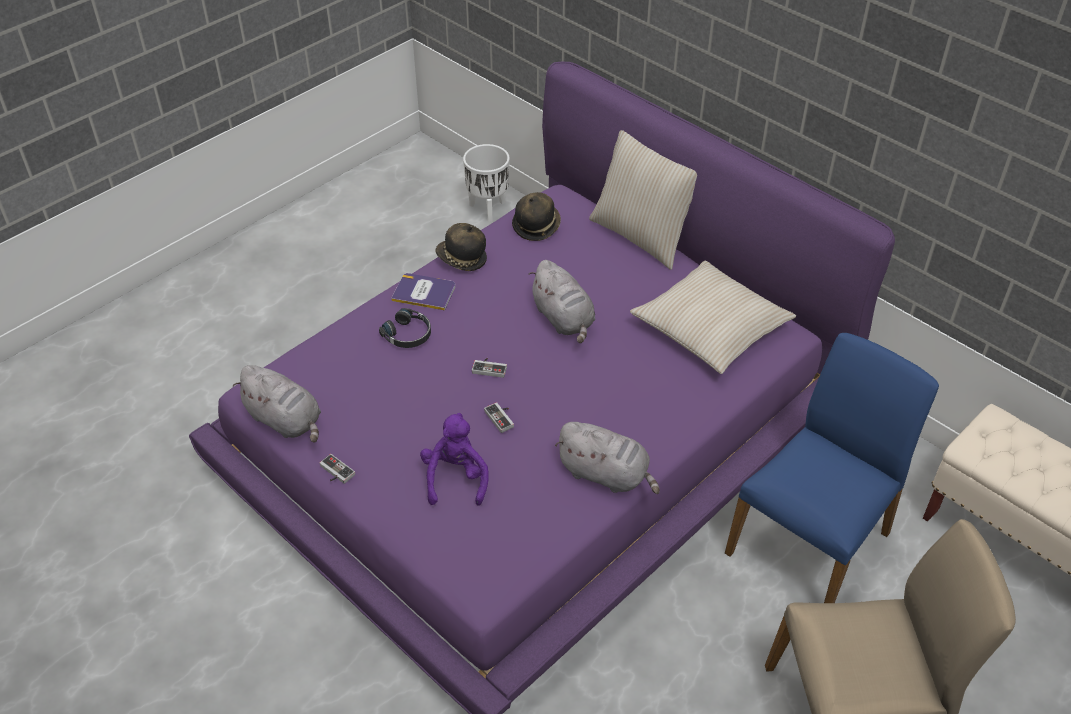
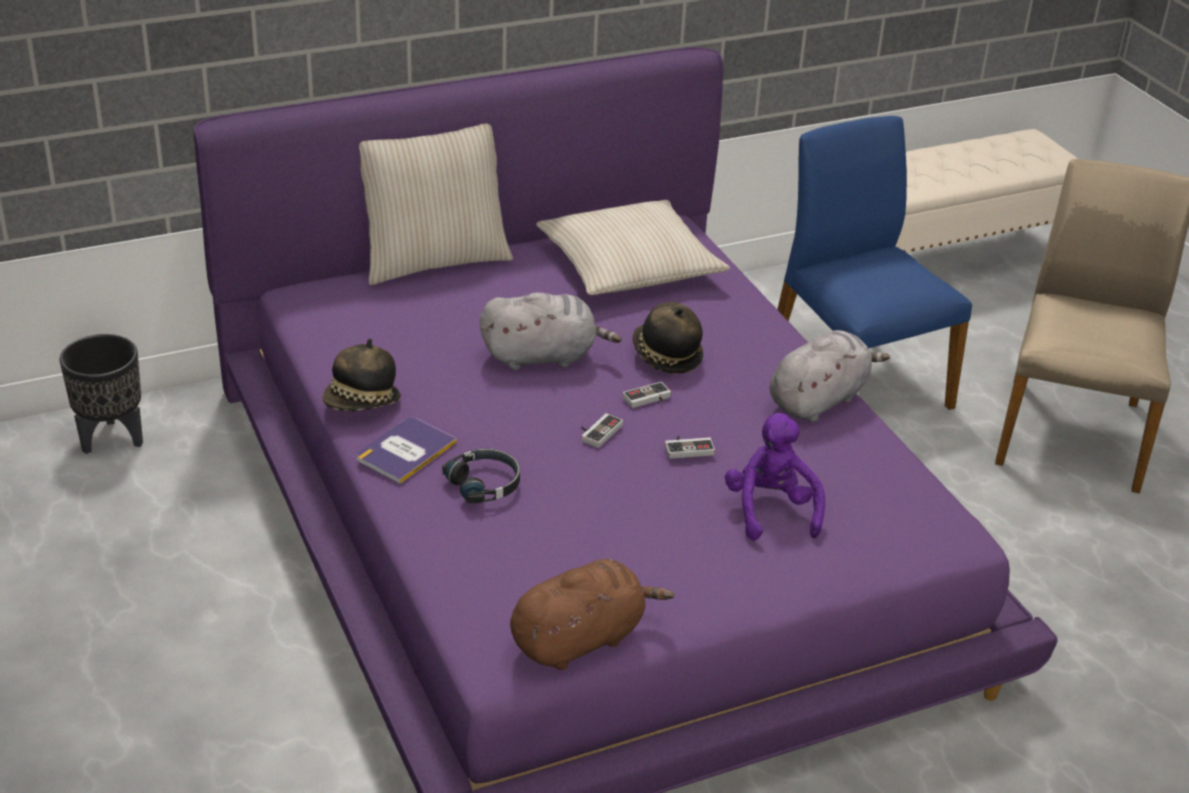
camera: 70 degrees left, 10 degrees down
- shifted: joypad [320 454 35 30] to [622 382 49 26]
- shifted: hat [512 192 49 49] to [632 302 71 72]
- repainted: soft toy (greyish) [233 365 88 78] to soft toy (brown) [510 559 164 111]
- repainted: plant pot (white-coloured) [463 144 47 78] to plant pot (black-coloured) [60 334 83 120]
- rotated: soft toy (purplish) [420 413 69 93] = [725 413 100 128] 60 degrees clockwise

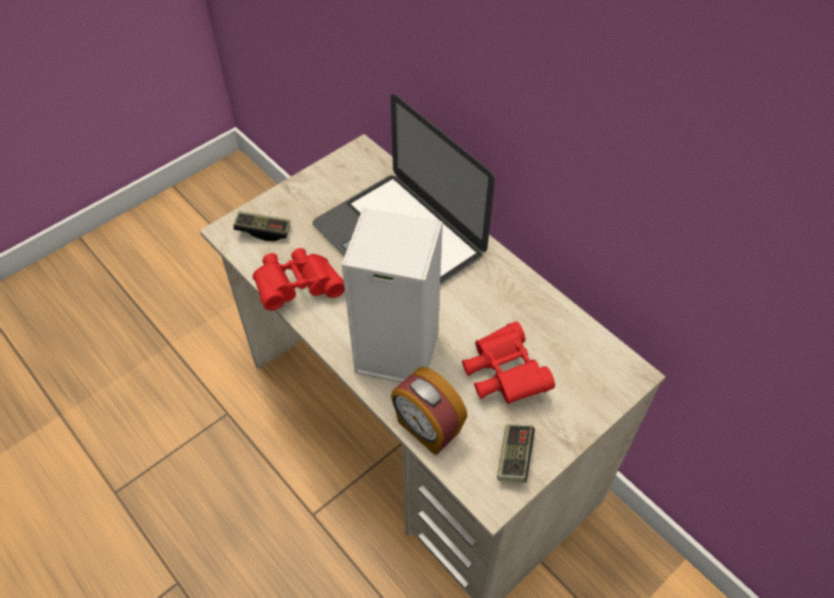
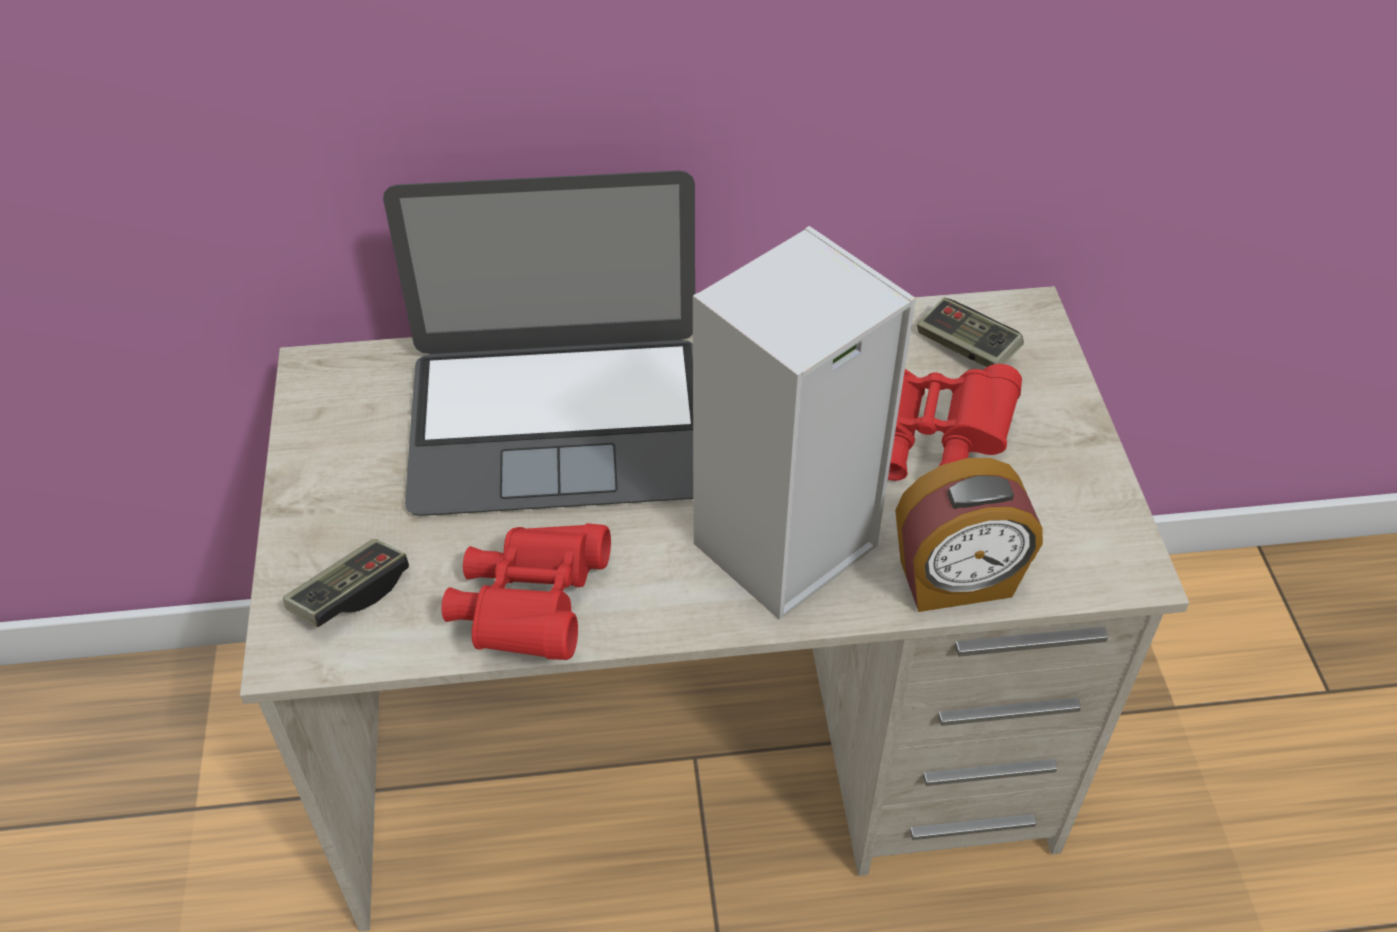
camera: 55 degrees left, 5 degrees down
- shifted: joypad [497 424 38 59] to [917 298 107 69]

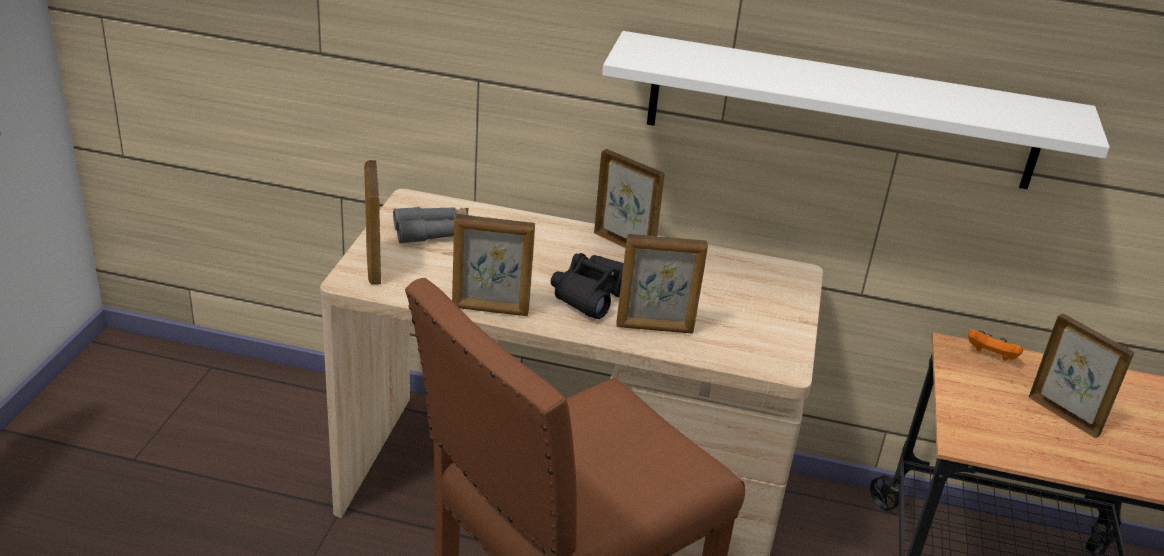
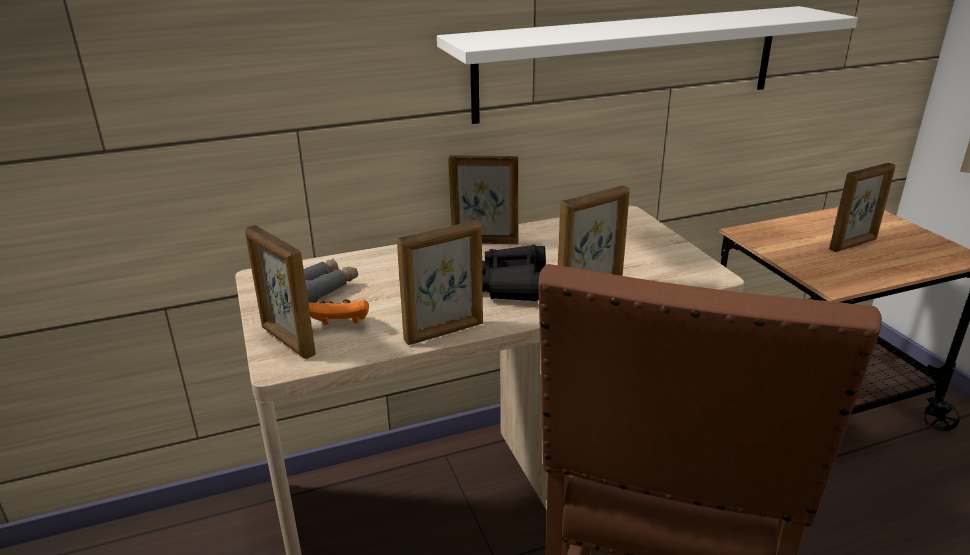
camera: 30 degrees left, 5 degrees down
- shifted: joypad (orangey) [968 329 55 32] to [309 299 60 26]
- rotated: standing frame [1029 313 105 126] = [829 163 66 89] 135 degrees clockwise

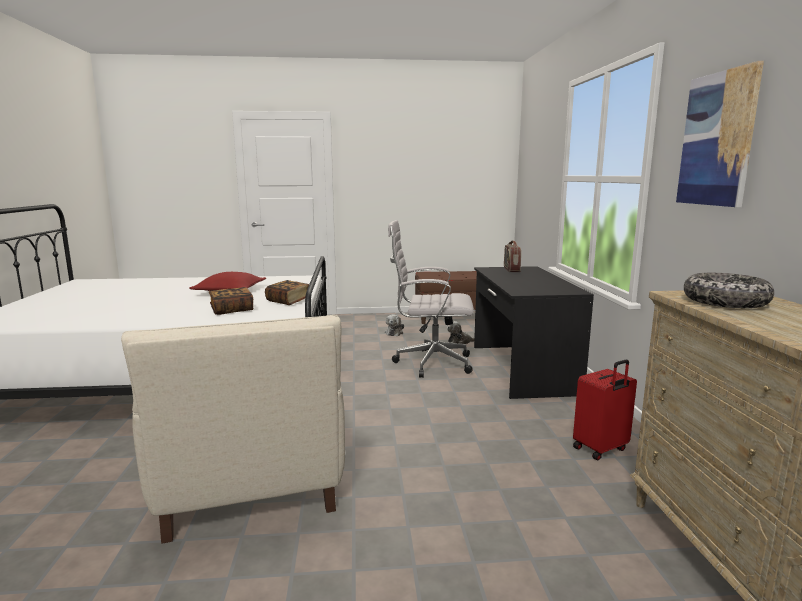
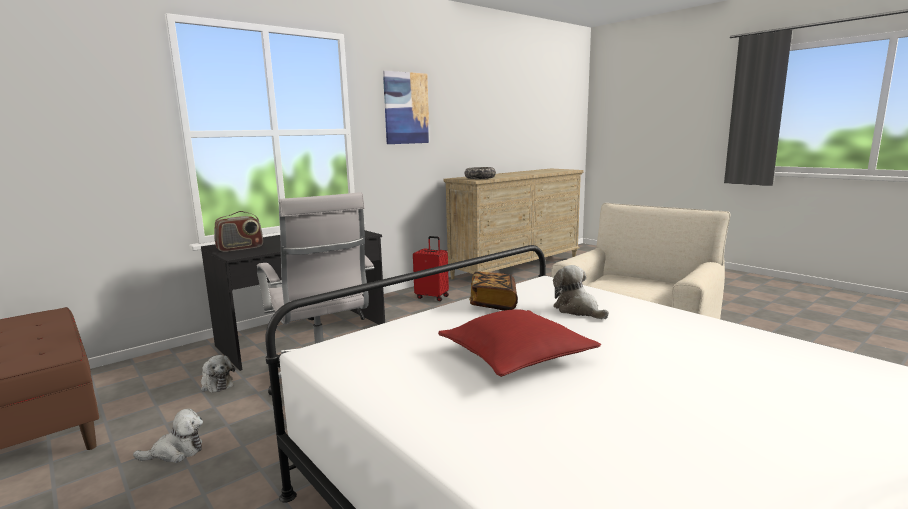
camera: 125 degrees left, 0 degrees up
- swapped: bound book [209 287 44 28] to soft toy [553 265 56 54]

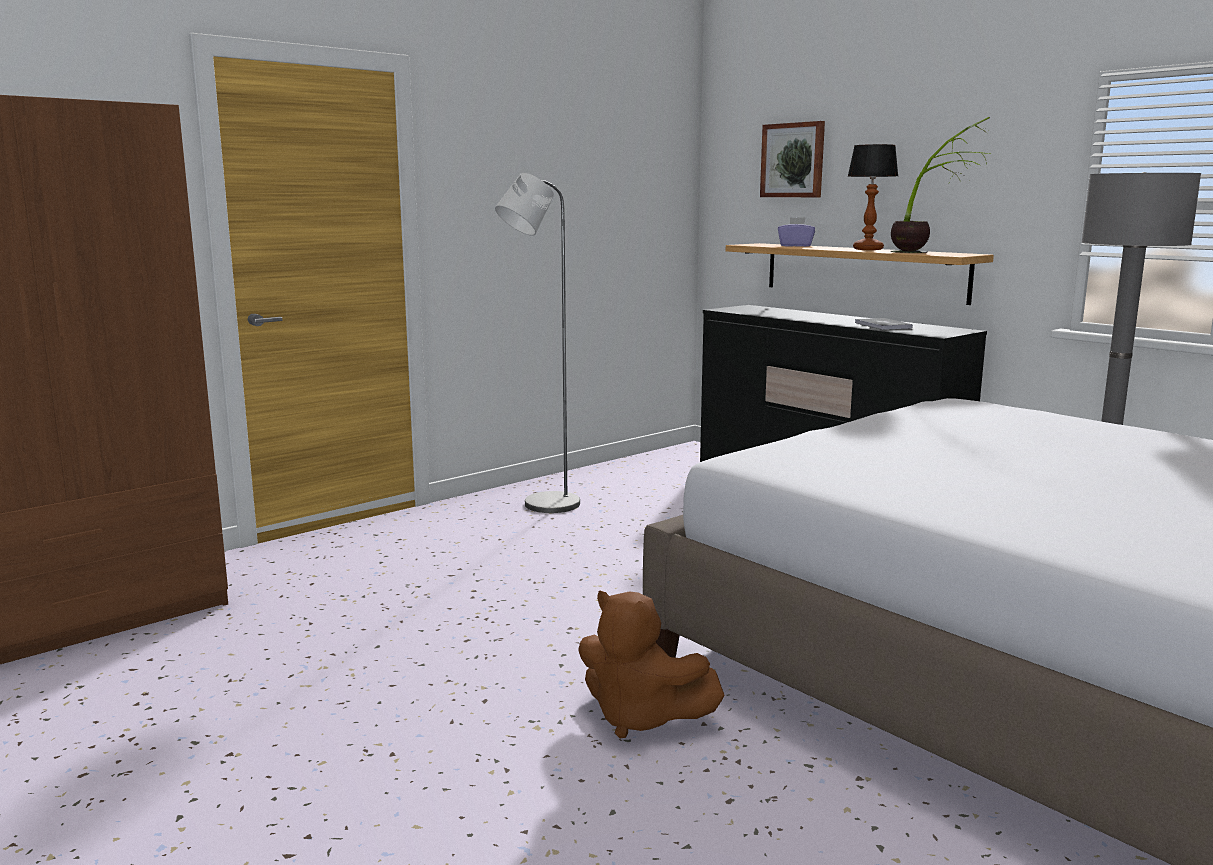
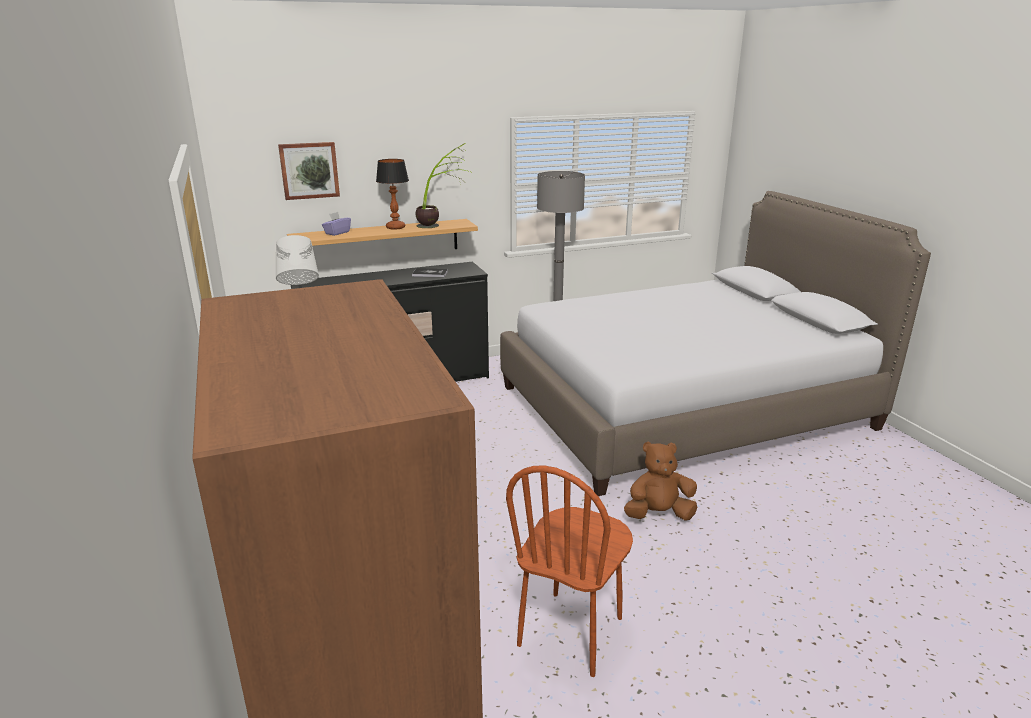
camera: 70 degrees left, 10 degrees up
- new: upright chair (brown) [506 465 127 212]
- rotated: soft toy (brown) [578 590 147 148] = [624 441 73 80] 150 degrees counterclockwise

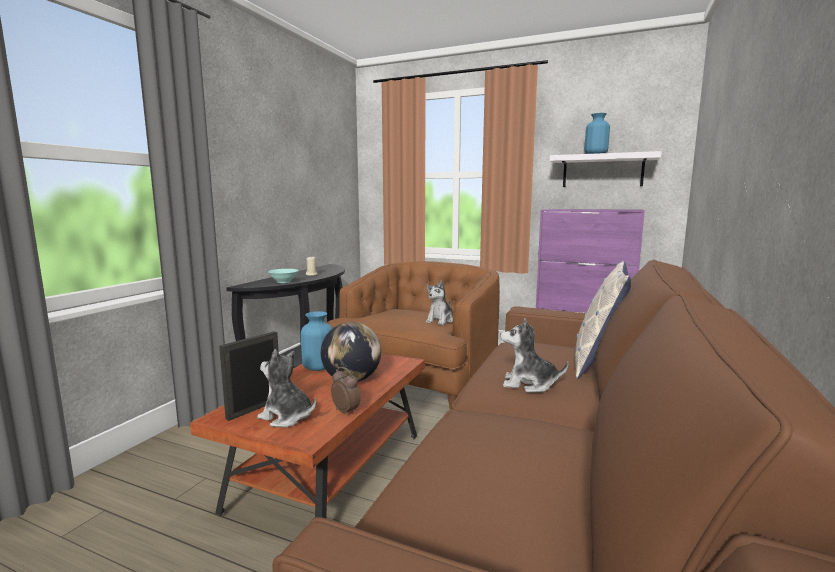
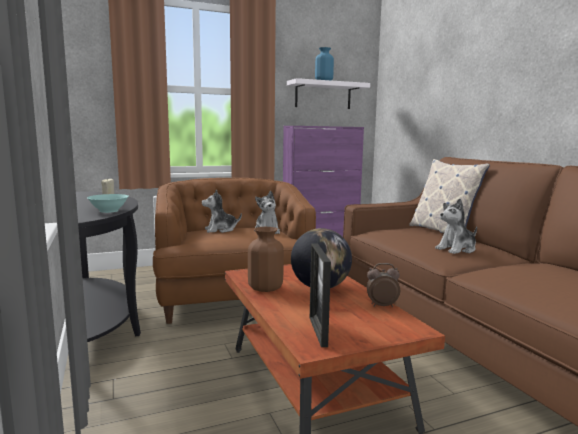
camera: 45 degrees left, 0 degrees up
- shifted: soft toy [257 349 59 79] to [202 190 40 43]
- repainted: vase (blue-coloured) [301 311 32 60] to vase (brown) [248 227 36 65]

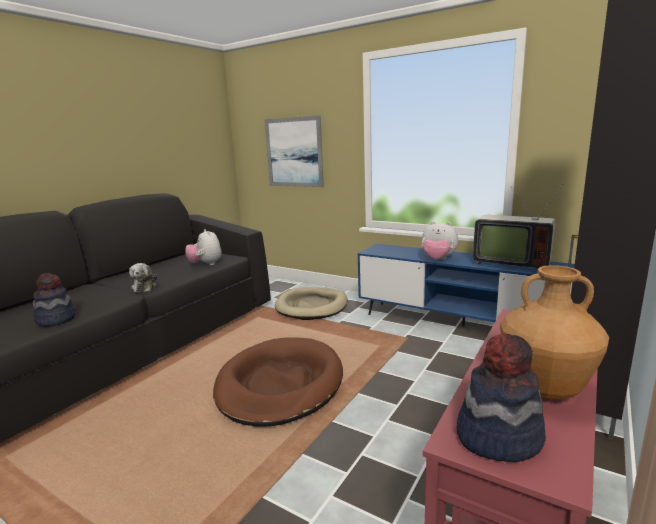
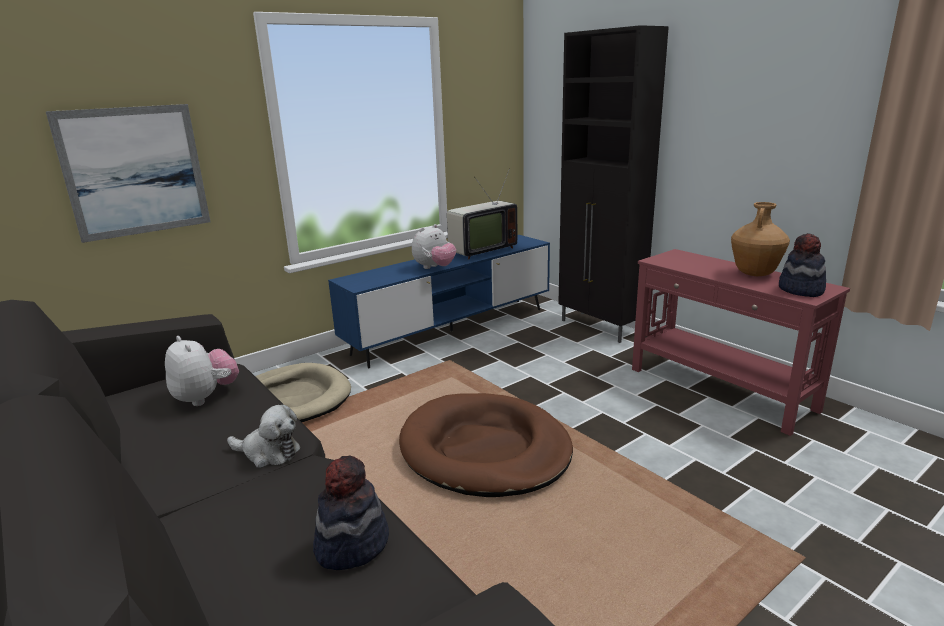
camera: 70 degrees left, 5 degrees up
- rotated: soft toy [185 229 37 36] = [165 336 74 70] 120 degrees counterclockwise

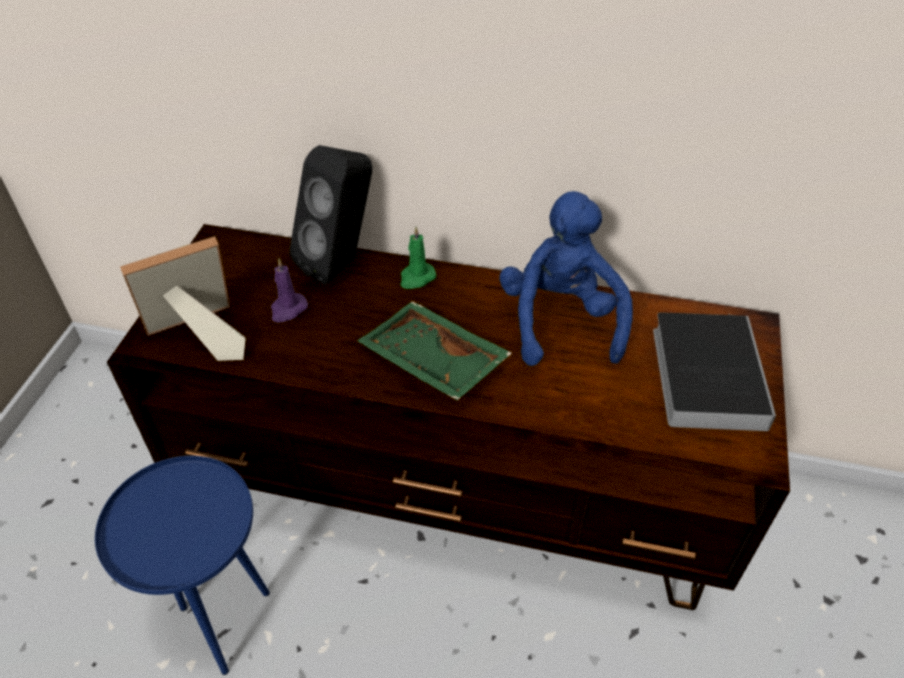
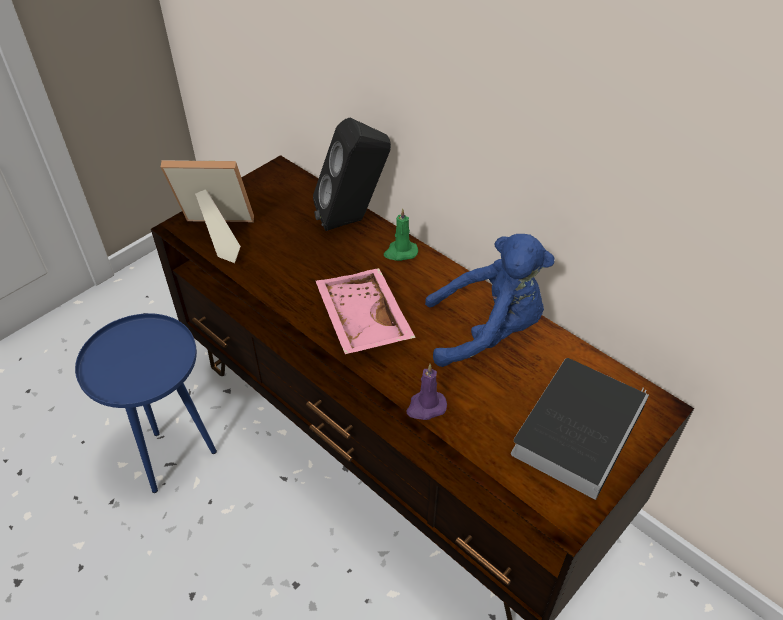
camera: 30 degrees right, 0 degrees up
- shifted: wax candle (purplish) [271 258 37 65] to [406 364 41 56]
- repainted: tray (green) [357 301 155 99] to tray (pink-coloured) [316 268 100 86]
- rotated: soft toy (blue-coloured) [499 191 134 175] = [425 234 129 133] 60 degrees clockwise

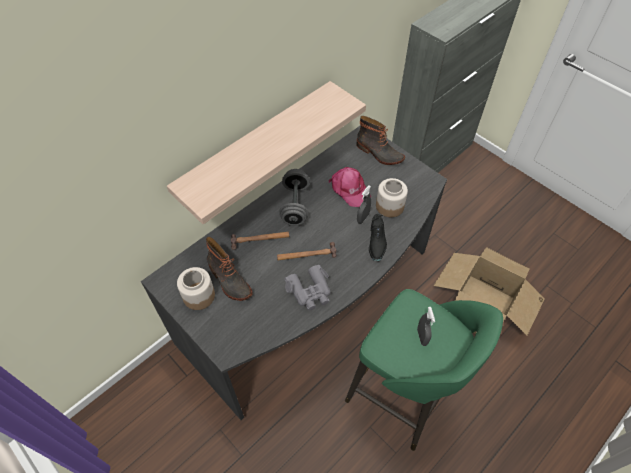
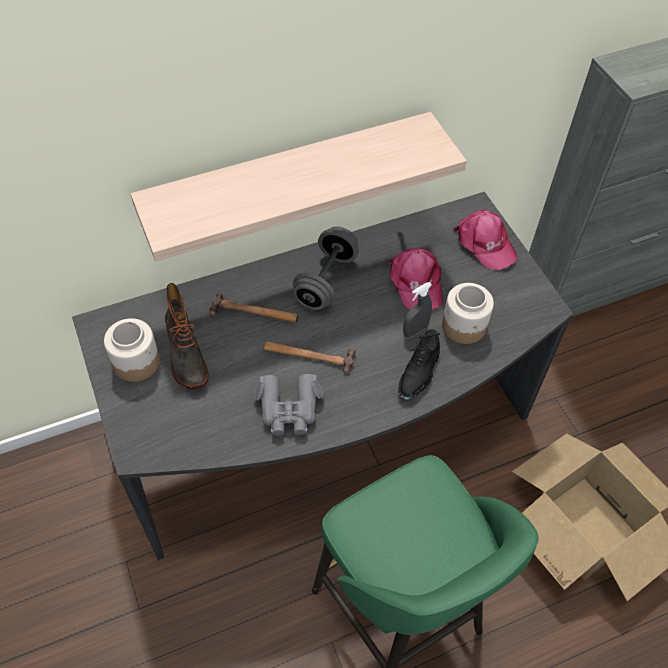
camera: 20 degrees right, 0 degrees up
- gone: hand sprayer (greyish) [417 307 18 39]
- swapped: boot [356 116 49 49] to peaked cap (pink-coloured) [453 210 64 60]

